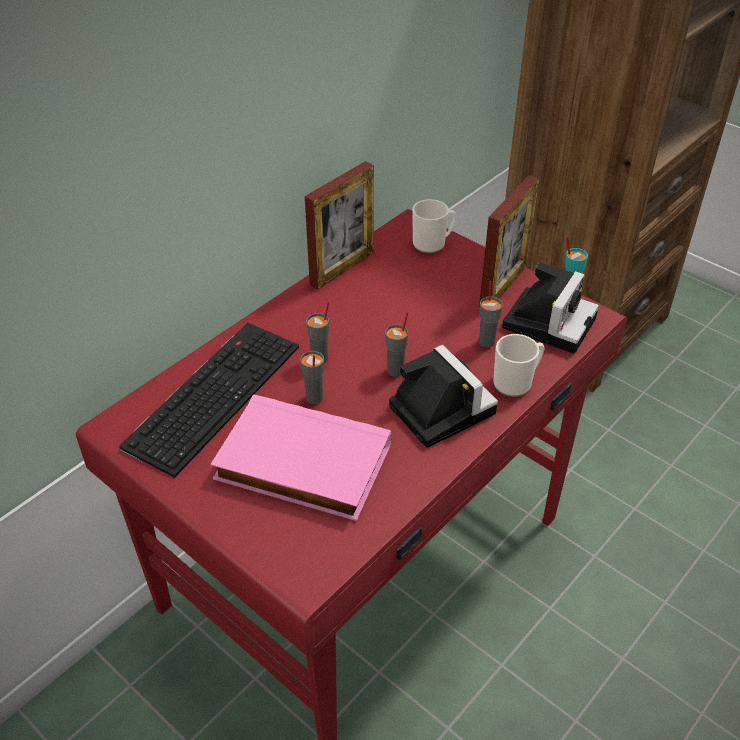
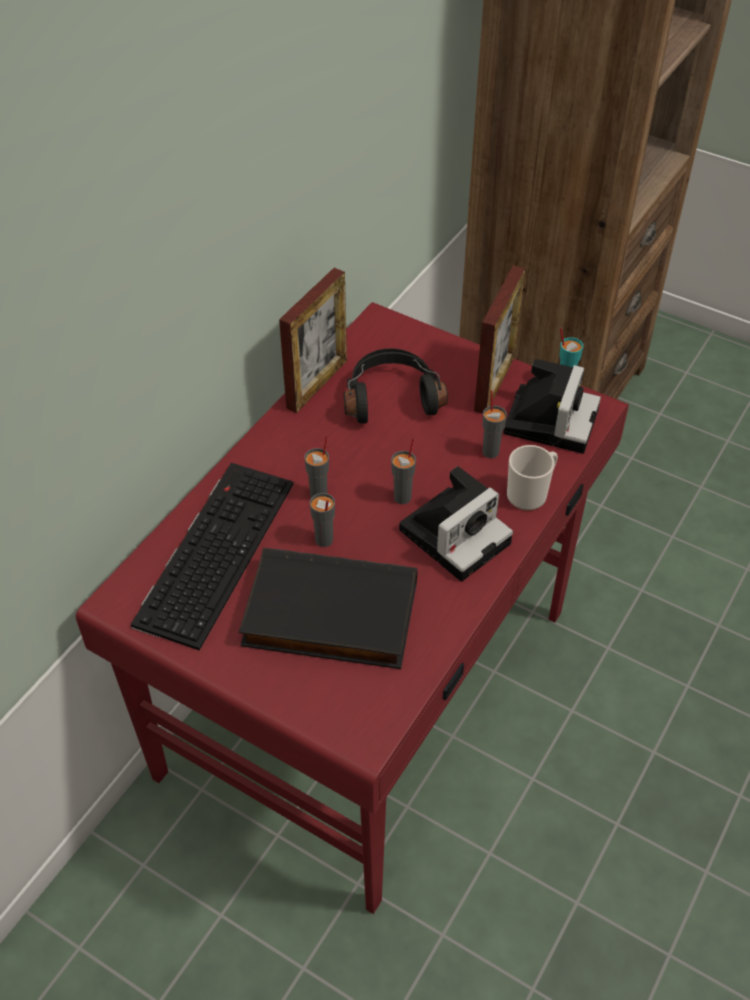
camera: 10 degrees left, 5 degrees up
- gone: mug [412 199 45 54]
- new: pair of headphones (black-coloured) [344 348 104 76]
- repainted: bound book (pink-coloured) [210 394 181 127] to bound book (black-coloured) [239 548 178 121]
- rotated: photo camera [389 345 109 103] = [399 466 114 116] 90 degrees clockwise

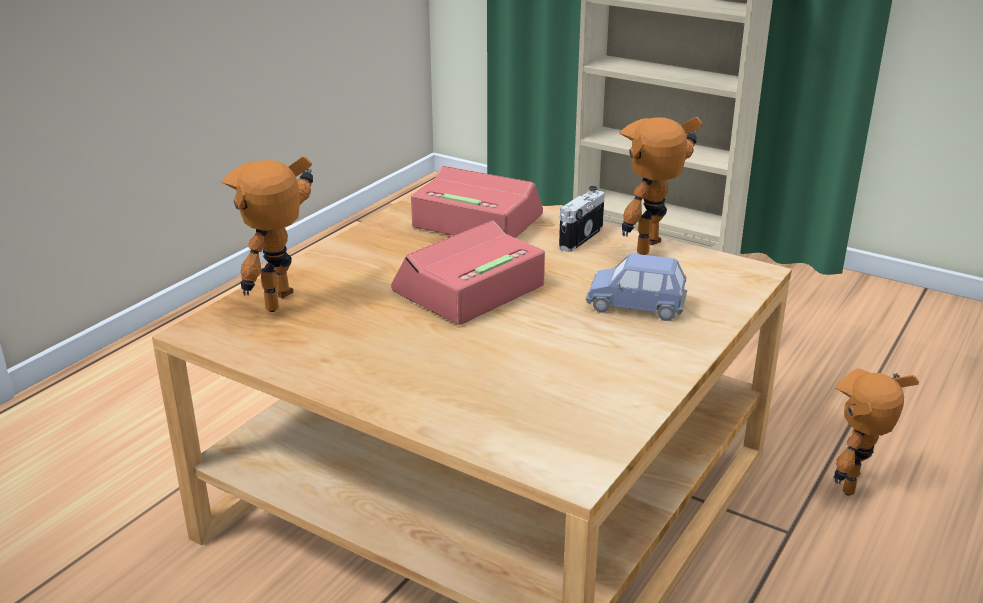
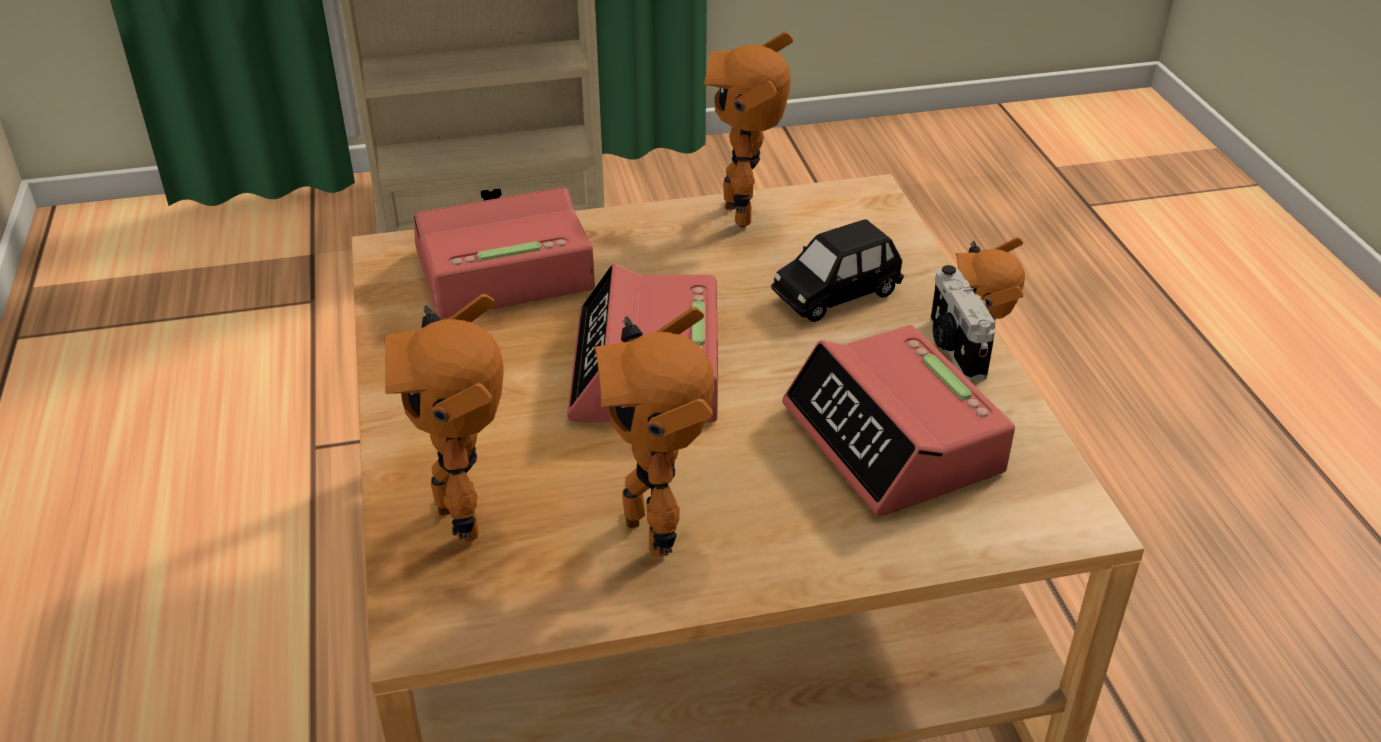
camera: 45 degrees left, 10 degrees up
- new: model robot [594 307 120 250]
- new: bedside clock [782 325 233 191]
- shifted: photo camera [559 186 46 66] to [930 265 66 117]
- repainted: model car (blue-coloured) [586 253 101 68] to model car (black-coloured) [771 219 133 103]

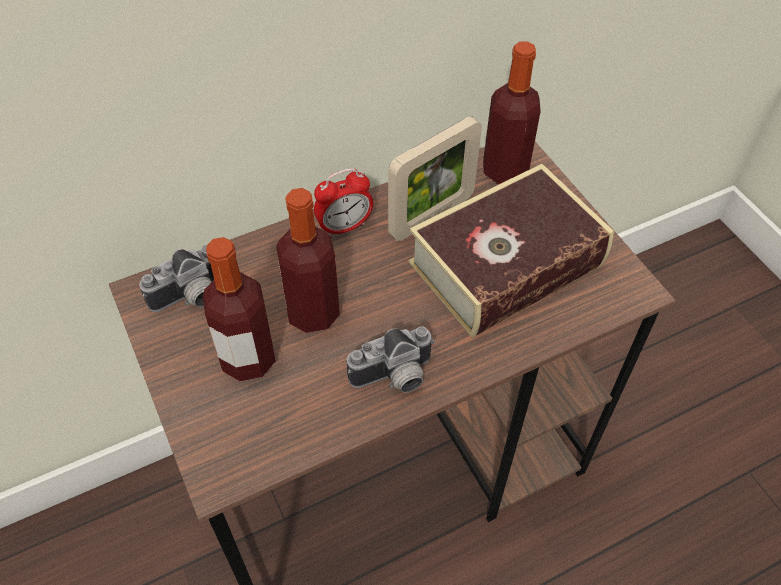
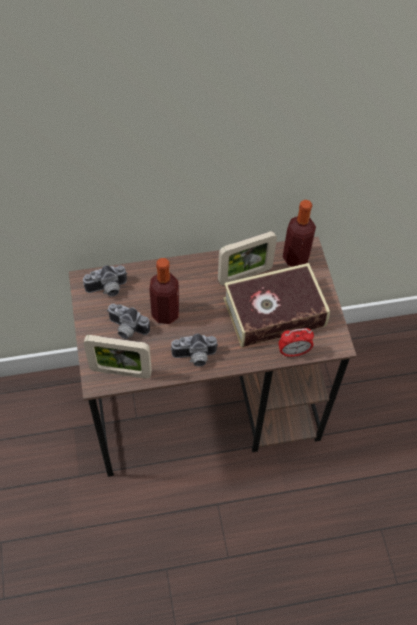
camera: 15 degrees right, 5 degrees up
- new: standing frame [84 335 68 44]
- shifted: bedside clock [314 168 59 68] to [278 328 36 29]
- swapped: drink bottle [203 237 73 145] to photo camera [107 303 43 36]

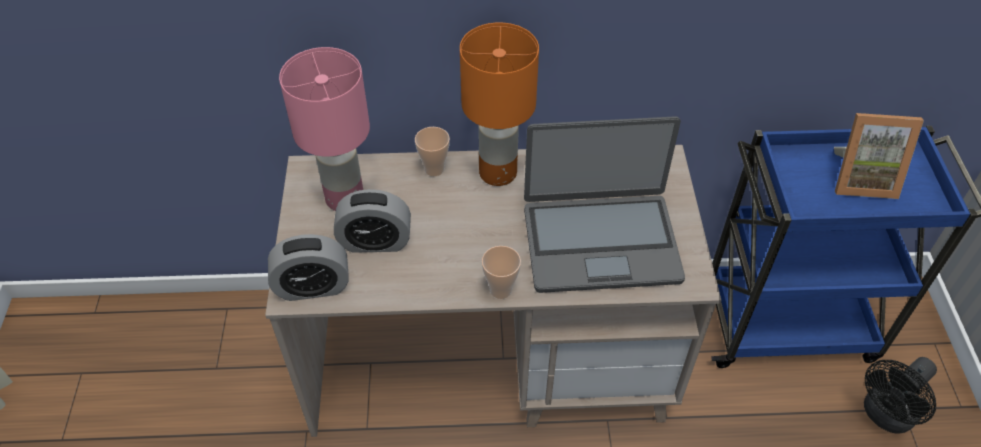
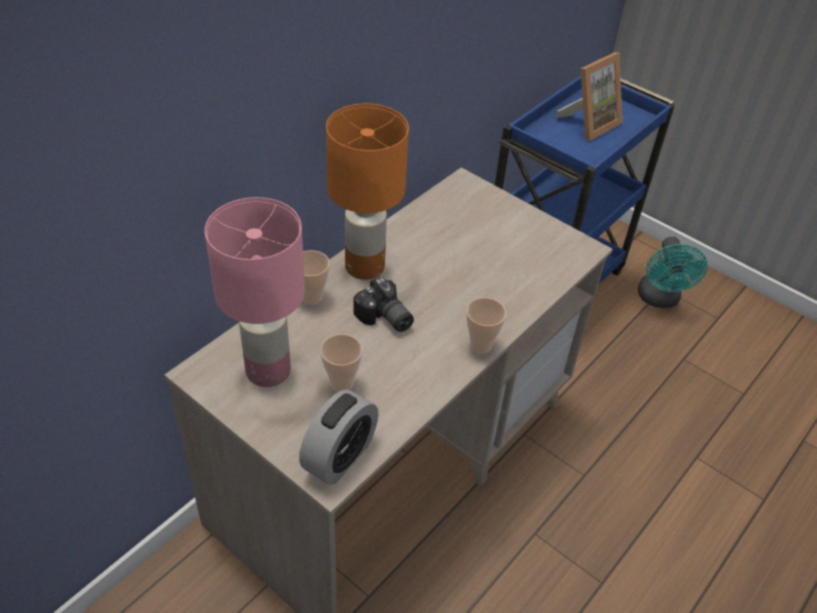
camera: 50 degrees left, 5 degrees down
- gone: laptop [524 116 161 177]
- new: photo camera [353 276 61 56]
- swapped: bedside clock [334 189 77 64] to drinking cup [320 334 43 58]
- repainted: electric fan (black-coloured) [864 357 73 77] to electric fan (turquoise-coloured) [638 237 69 71]

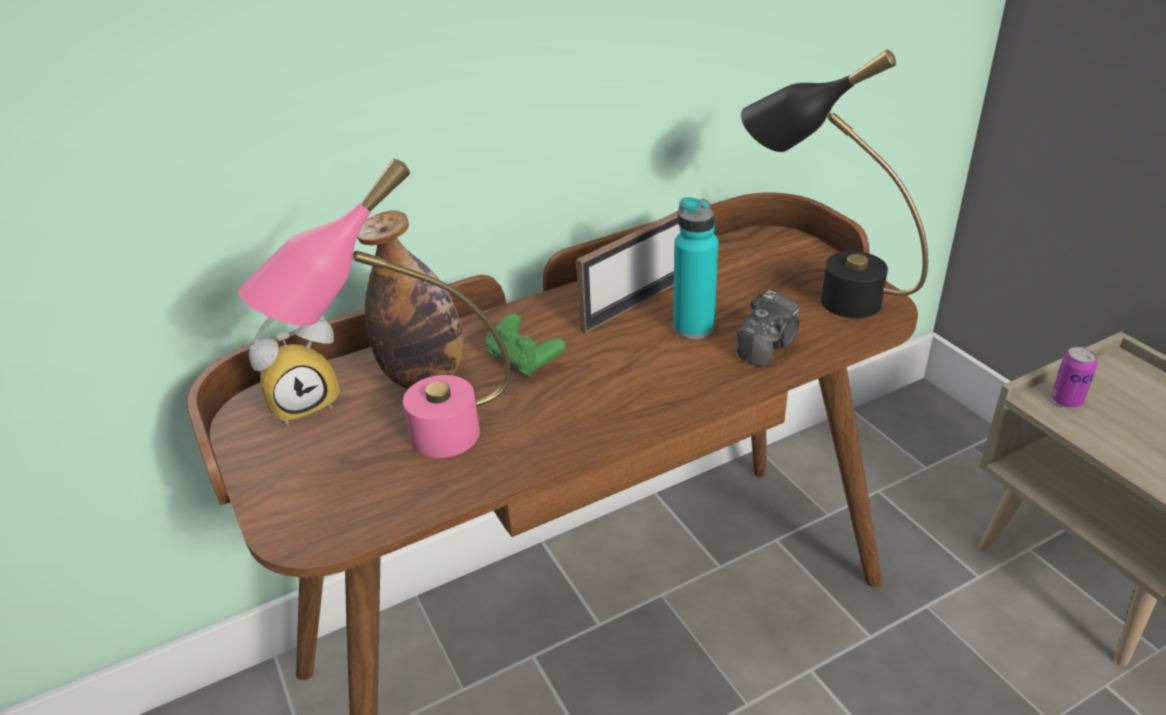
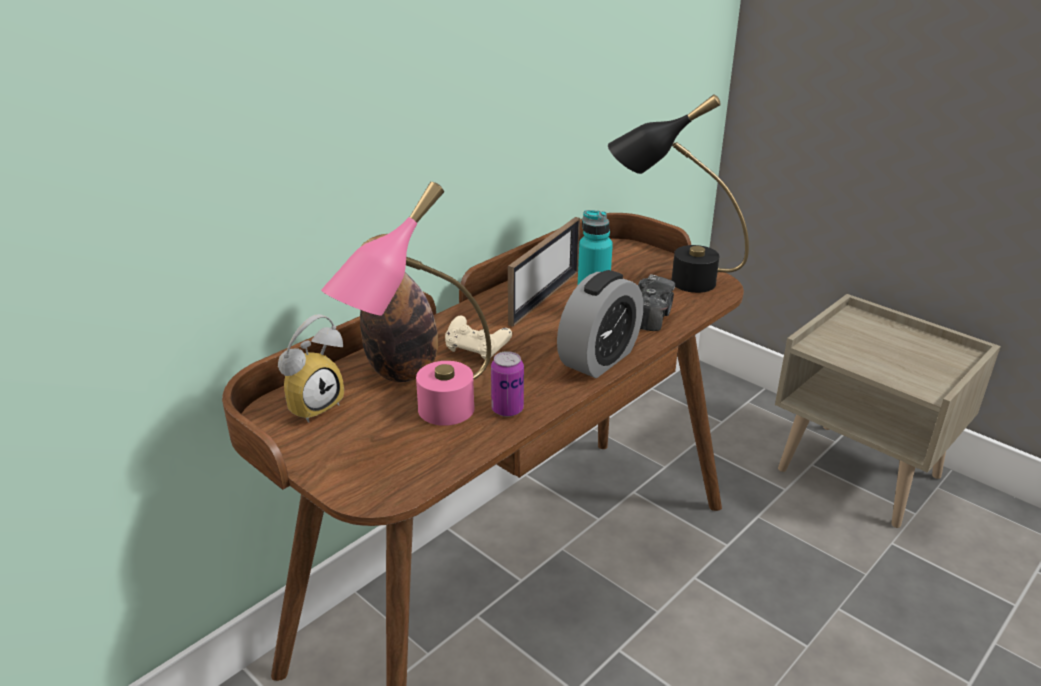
camera: 20 degrees left, 5 degrees down
- new: bedside clock [557 270 86 108]
- shifted: sealed can [1051 347 46 61] to [491 351 33 66]
- repainted: joypad (green) [486 314 80 63] to joypad (beige-coloured) [445 316 67 44]

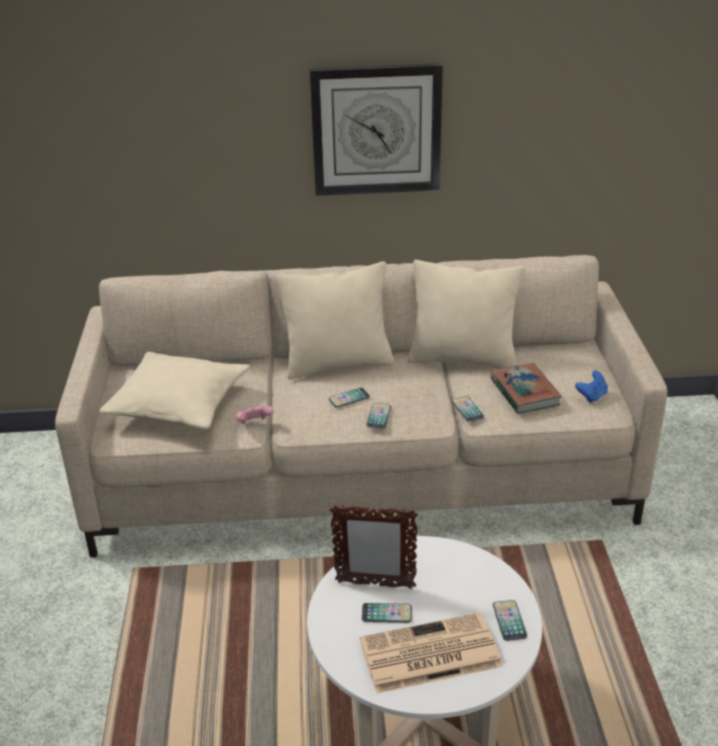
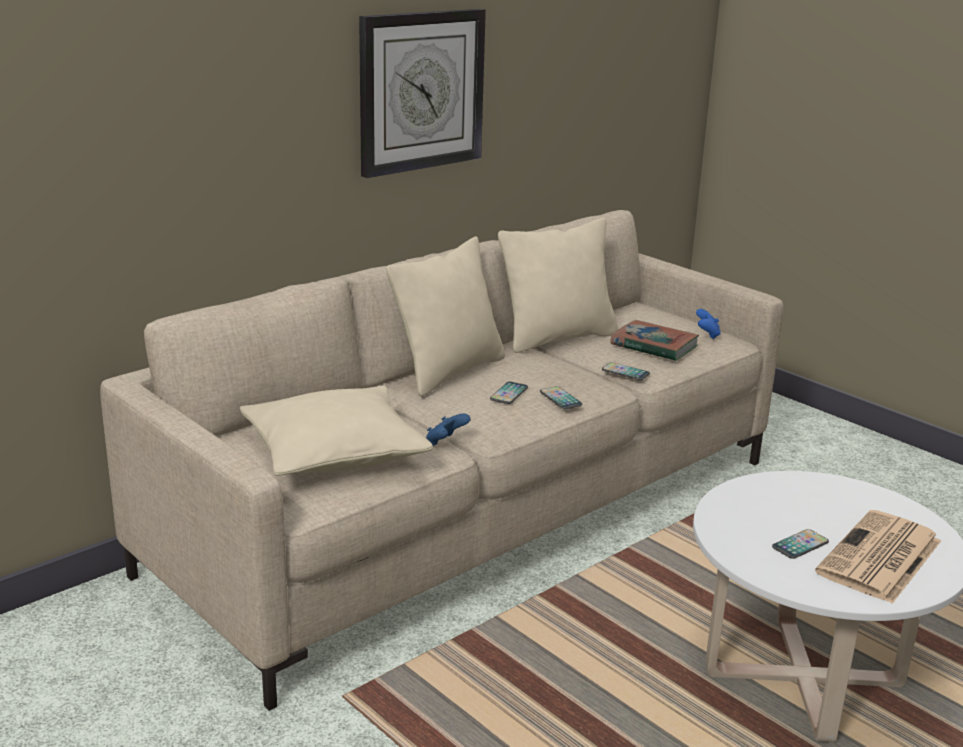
camera: 40 degrees left, 10 degrees down
- gone: standing frame [330 504 88 85]
- gone: telephone [493 600 34 41]
- repainted: joypad (pink-coloured) [236 404 38 19] to joypad (blue-coloured) [426 414 45 32]

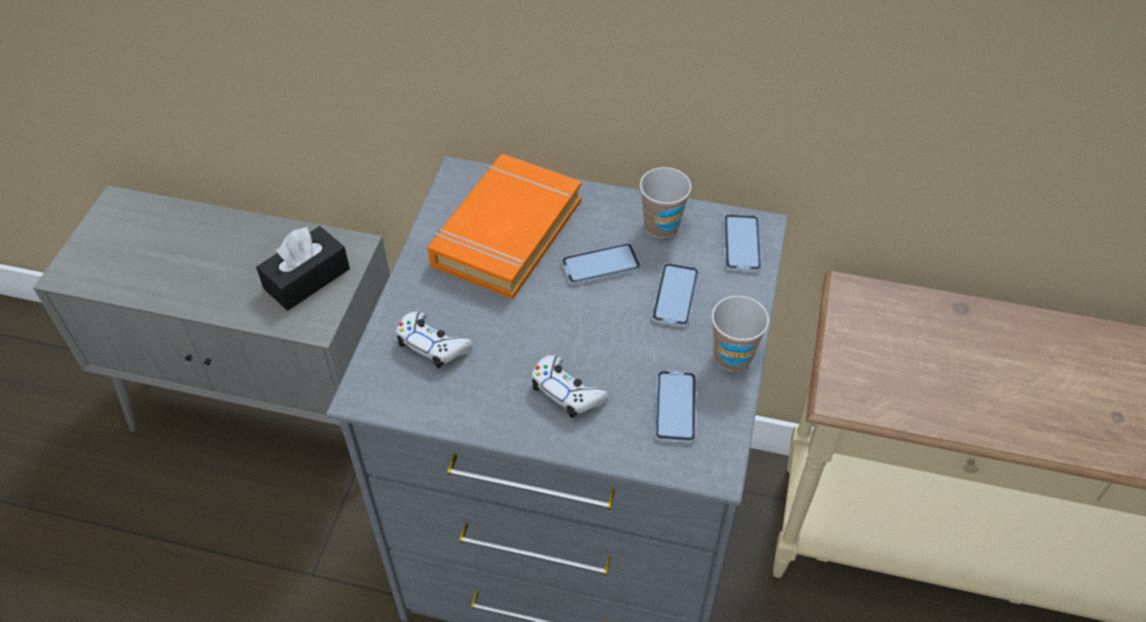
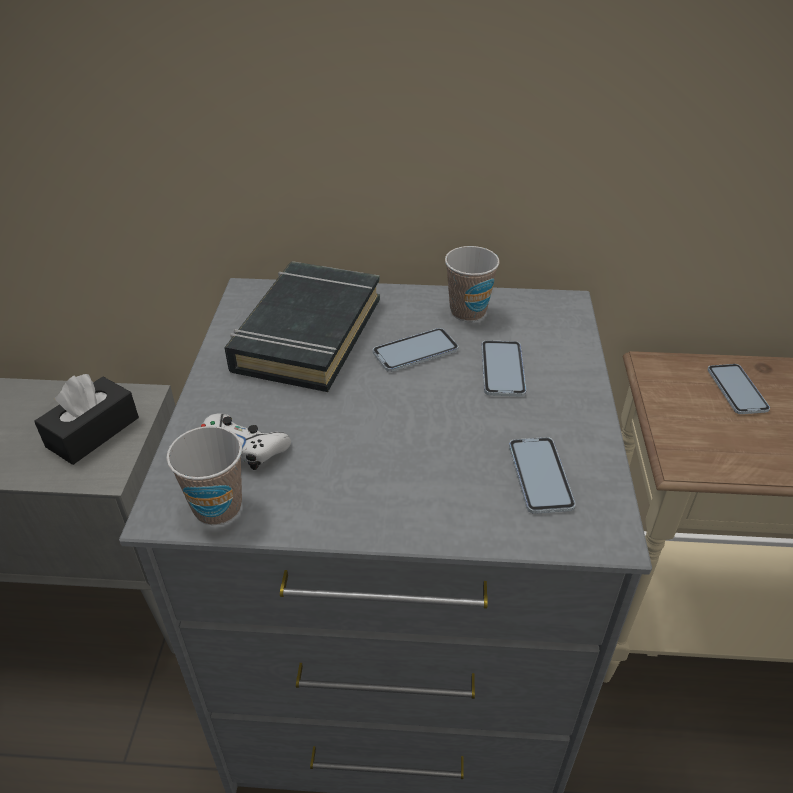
camera: 10 degrees left, 10 degrees down
- gone: joypad (white-coloured) [531 355 78 63]
- shifted: drinking cup [712 296 57 75] to [166 426 76 100]
- shifted: telephone [724 214 38 58] to [707 364 63 50]
- repainted: bound book (orangey) [428 154 154 145] to bound book (black-coloured) [224 261 156 131]

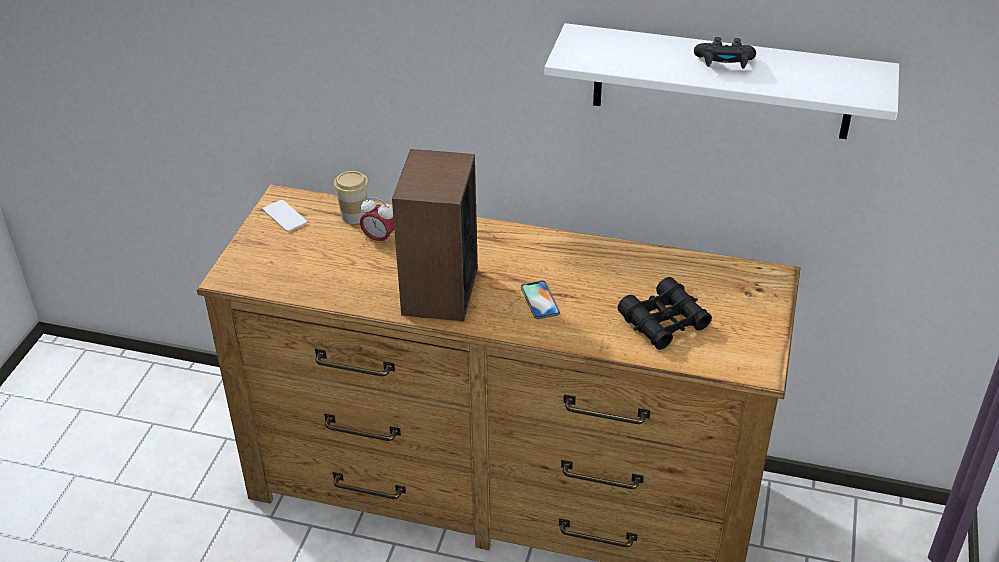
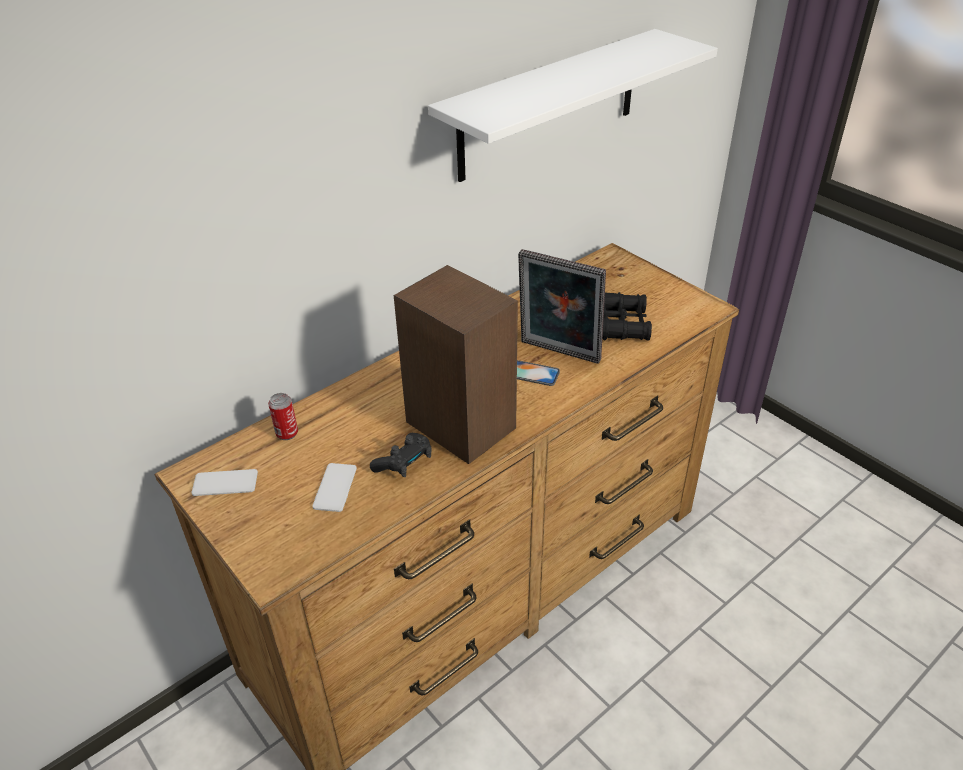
camera: 55 degrees left, 0 degrees up
- gone: bedside clock [360 197 34 49]
- new: telephone [312 463 45 49]
- new: standing frame [518 249 88 115]
- shifted: joypad (black-coloured) [694 37 62 32] to [370 433 62 44]
- swapped: drinking cup [334 171 35 53] to sealed can [268 393 30 47]

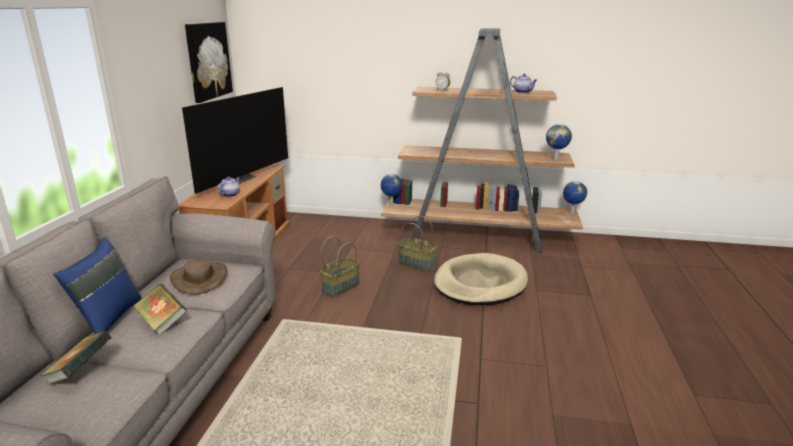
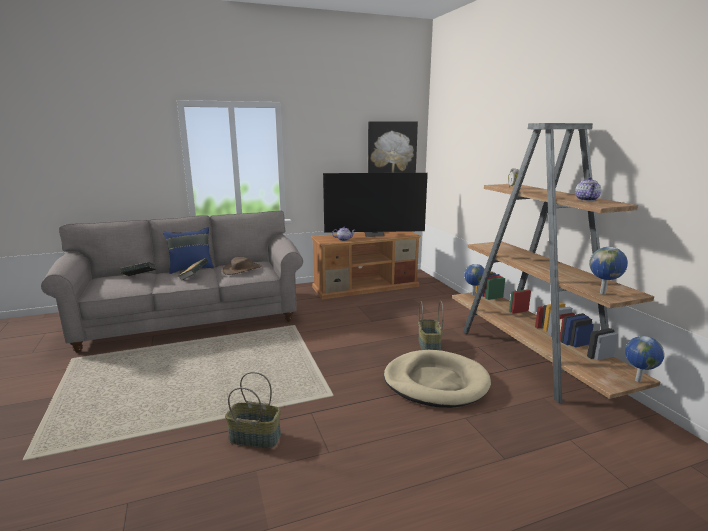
camera: 60 degrees right, 5 degrees down
- shifted: storage basket [320 236 40 61] to [225 372 56 76]

